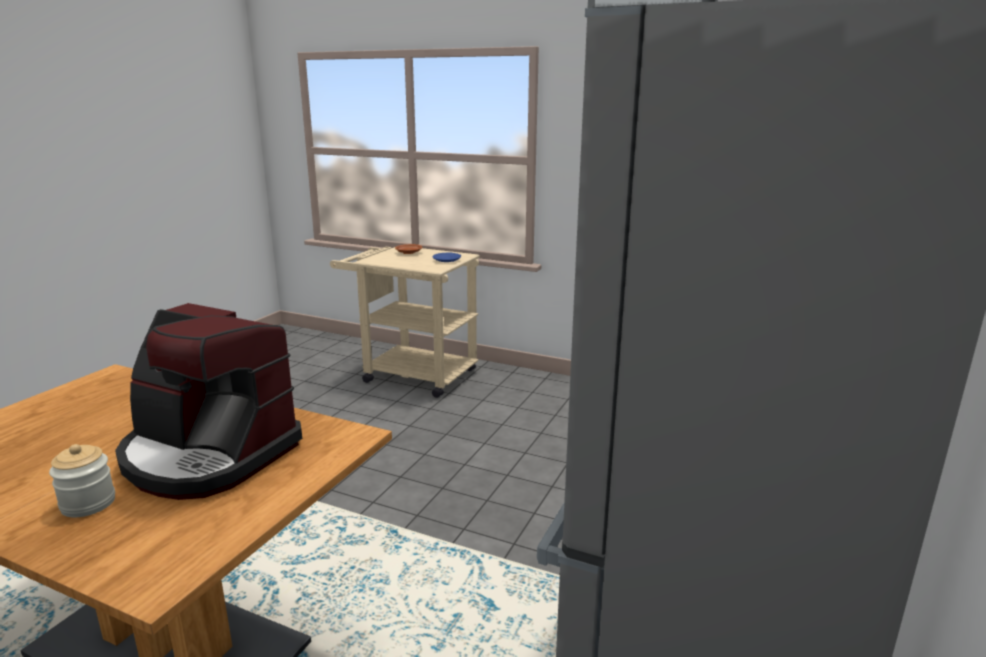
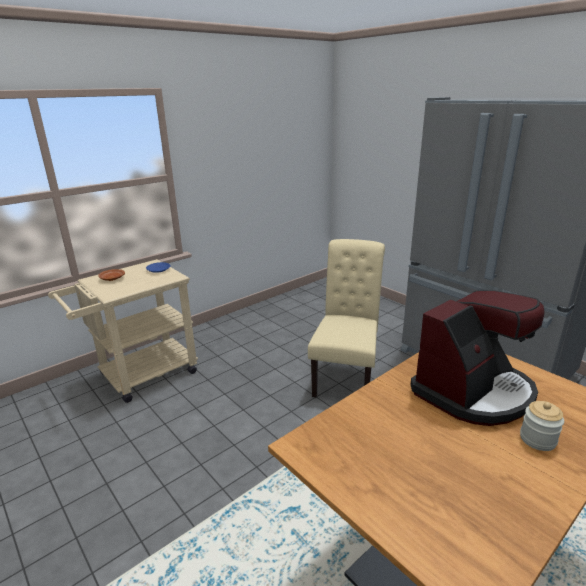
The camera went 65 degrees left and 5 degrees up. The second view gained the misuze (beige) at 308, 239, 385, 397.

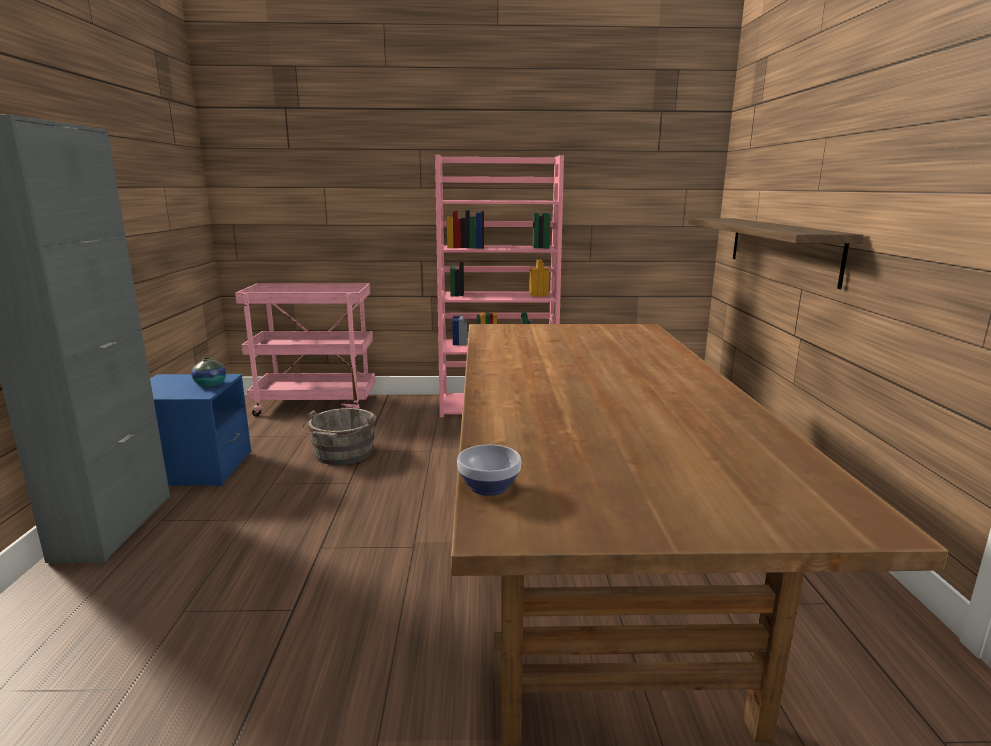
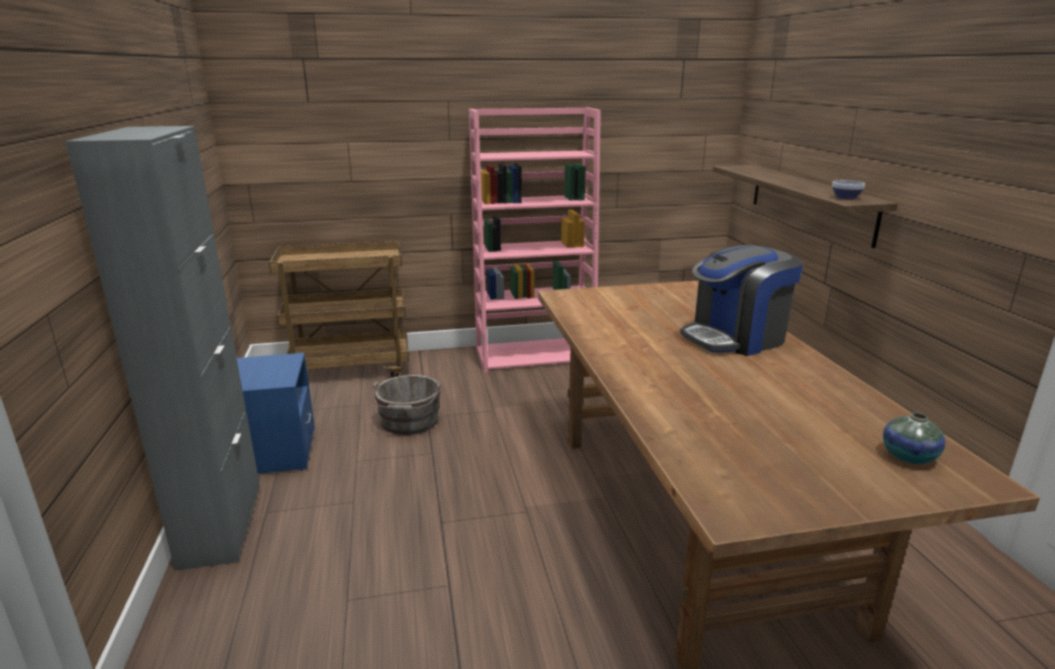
The camera went 10 degrees left and 5 degrees up. The second view gained the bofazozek at 680, 245, 803, 356. The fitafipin ended up elsewhere, having gone from 191, 357, 226, 387 to 883, 413, 946, 464. The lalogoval ended up elsewhere, having gone from 457, 445, 521, 496 to 832, 180, 865, 200. What was the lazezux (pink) at 235, 283, 375, 416 turned into the lazezux (brown) at 269, 241, 409, 377.

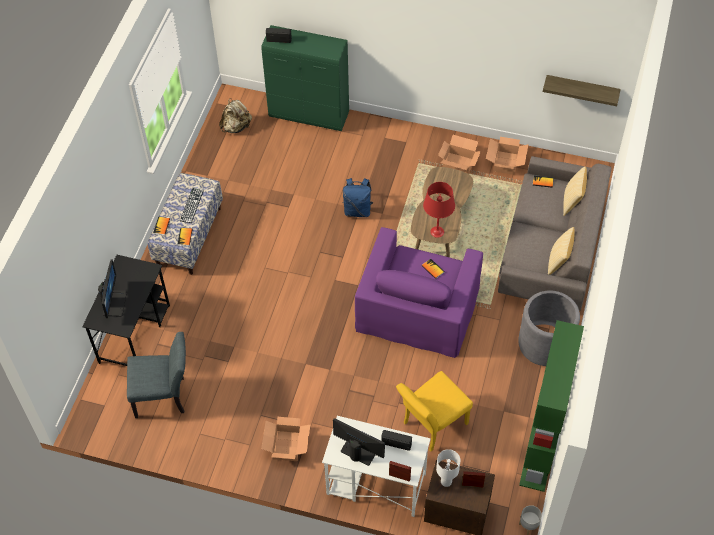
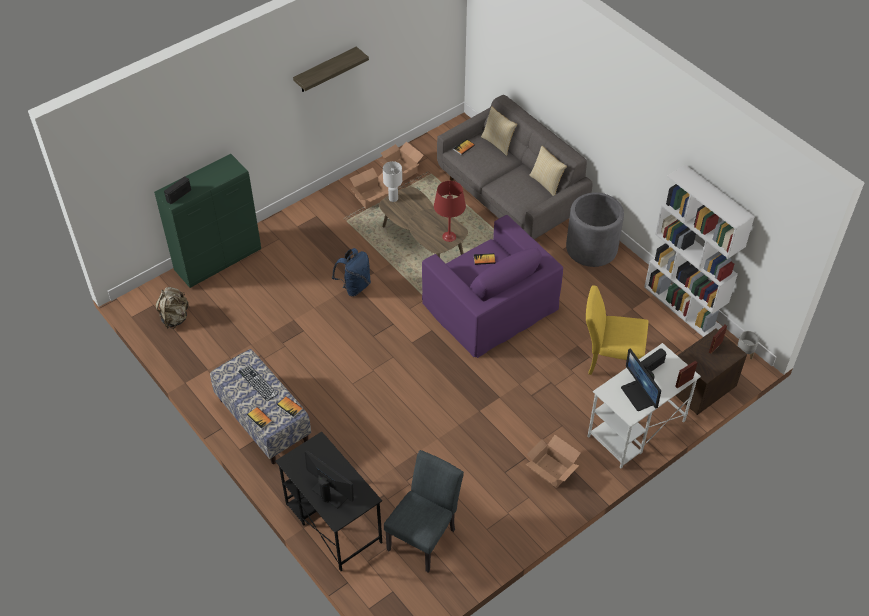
The camera went 55 degrees left and 5 degrees down. The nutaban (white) ended up elsewhere, having gone from 436, 449, 460, 487 to 383, 161, 402, 202. The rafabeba ended up elsewhere, having gone from 543, 75, 621, 106 to 293, 47, 369, 92. What was the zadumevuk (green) at 519, 320, 584, 492 turned into the zadumevuk (white) at 644, 165, 755, 337. The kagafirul at 333, 418, 385, 466 ended up facing another way, 90 degrees counterclockwise from before. The misuze (yellow) at 396, 371, 473, 451 ended up facing another way, 105 degrees clockwise from before.

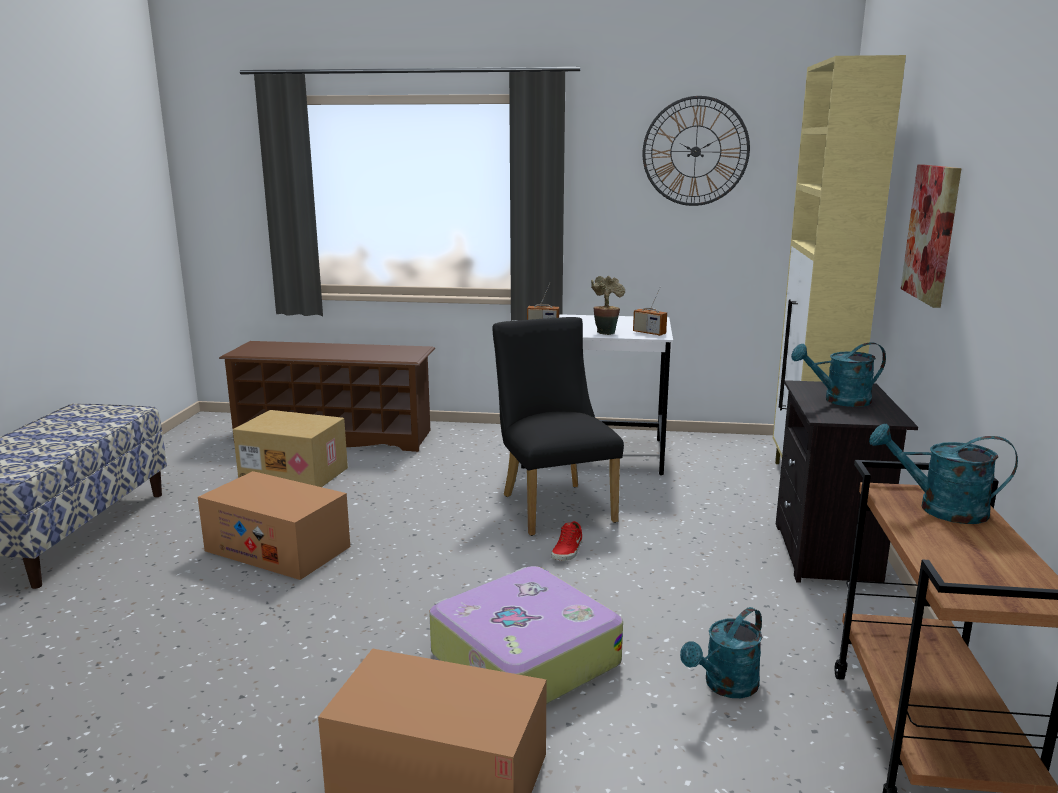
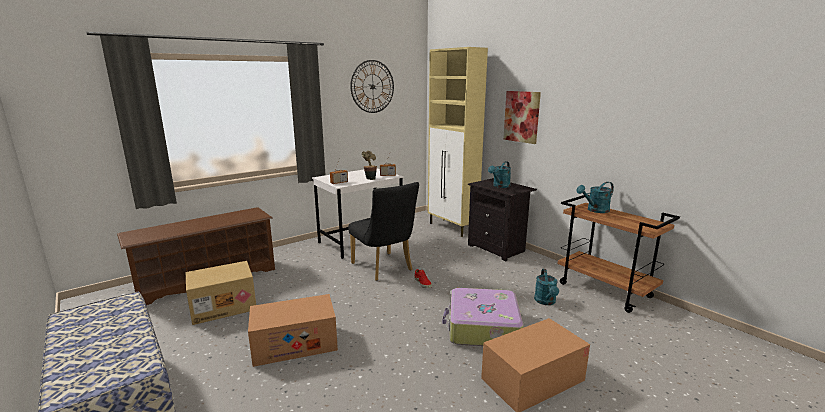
The camera went 45 degrees left and 0 degrees up. The misuze (black) at 492, 317, 624, 536 ended up facing another way, 150 degrees counterclockwise from before.

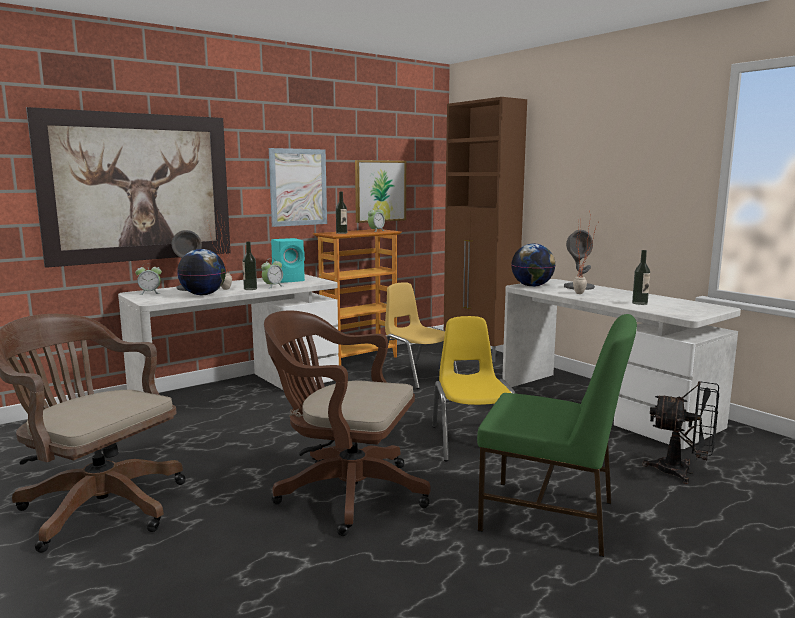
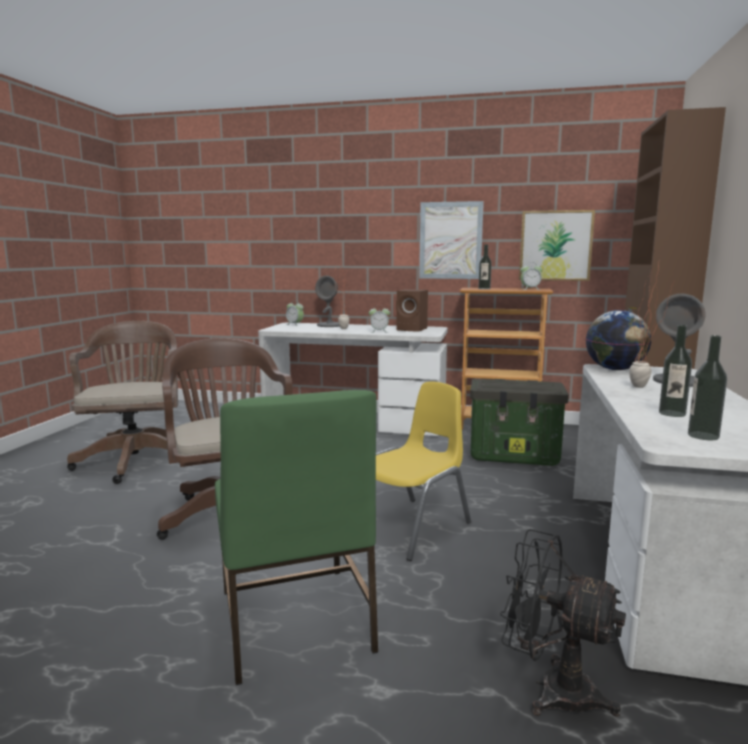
The camera went 50 degrees right and 0 degrees up. The second view lost the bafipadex at 26, 107, 231, 268. The second view lost the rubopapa at 177, 249, 226, 295. The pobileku ended up elsewhere, having gone from 242, 241, 257, 290 to 688, 335, 727, 440. Where the misuze (yellow) stood at 382, 282, 459, 389, the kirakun came to stand at 470, 379, 569, 466. What was the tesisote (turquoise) at 271, 238, 305, 283 turned into the tesisote (brown) at 396, 289, 428, 332. The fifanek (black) at 643, 381, 719, 484 ended up facing another way, 135 degrees clockwise from before.

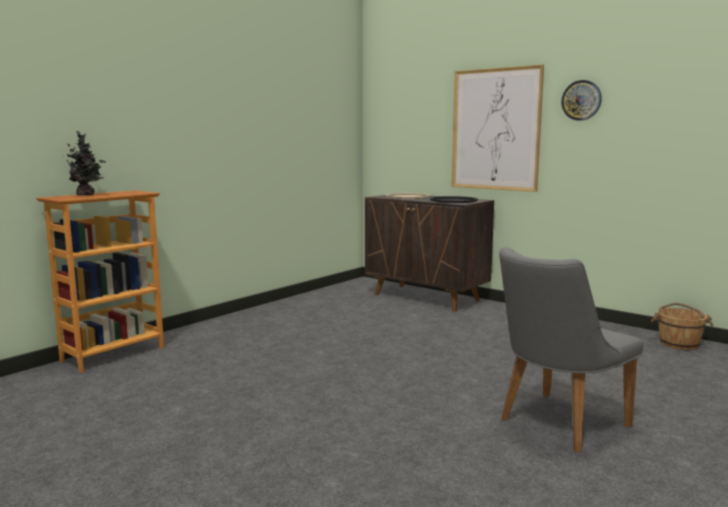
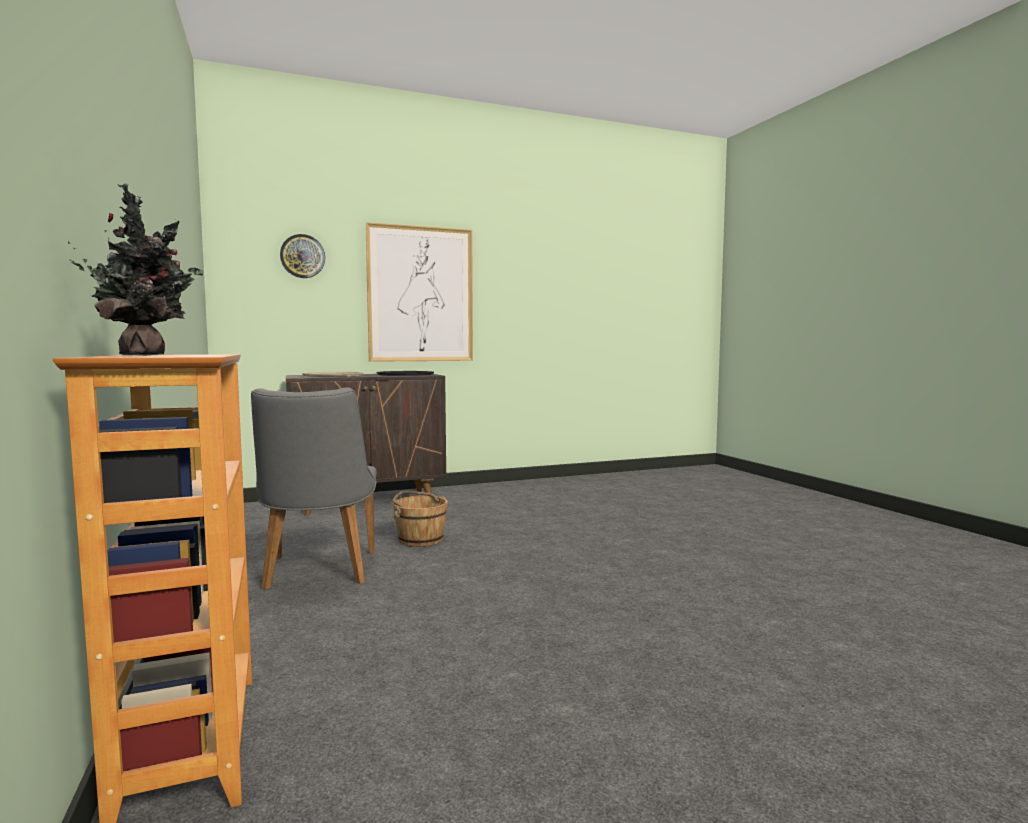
The camera went 60 degrees left and 5 degrees down. The misuze (grey) ended up elsewhere, having gone from 499, 247, 644, 453 to 251, 387, 377, 590. The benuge ended up elsewhere, having gone from 561, 80, 602, 121 to 280, 234, 325, 278. The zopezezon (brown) ended up elsewhere, having gone from 651, 303, 713, 350 to 391, 491, 449, 547.

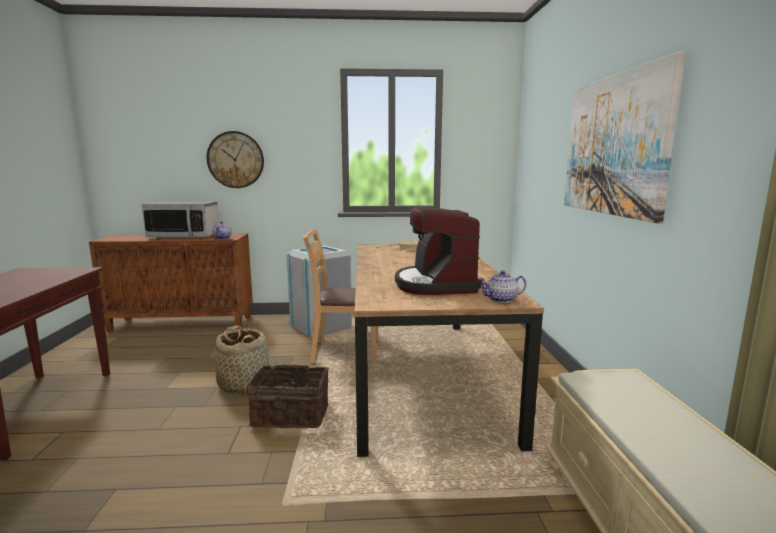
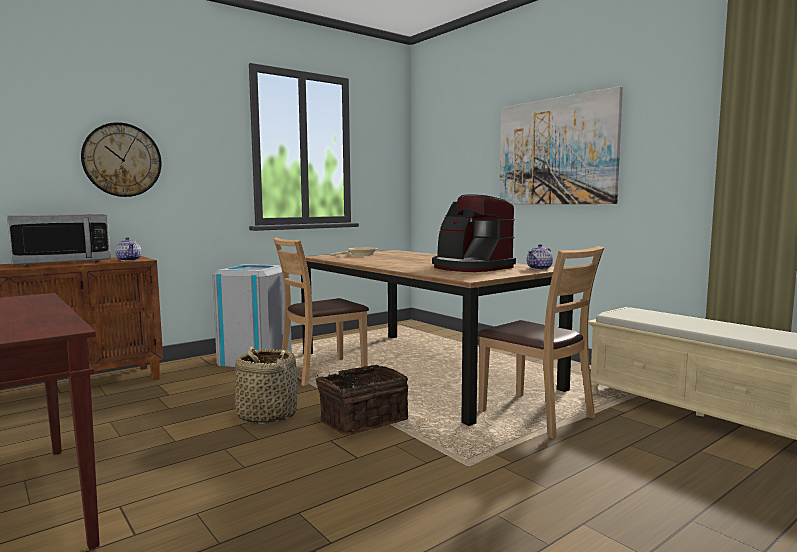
The camera went 35 degrees left and 5 degrees down. The second view gained the misuze (brown) at 478, 246, 604, 439.

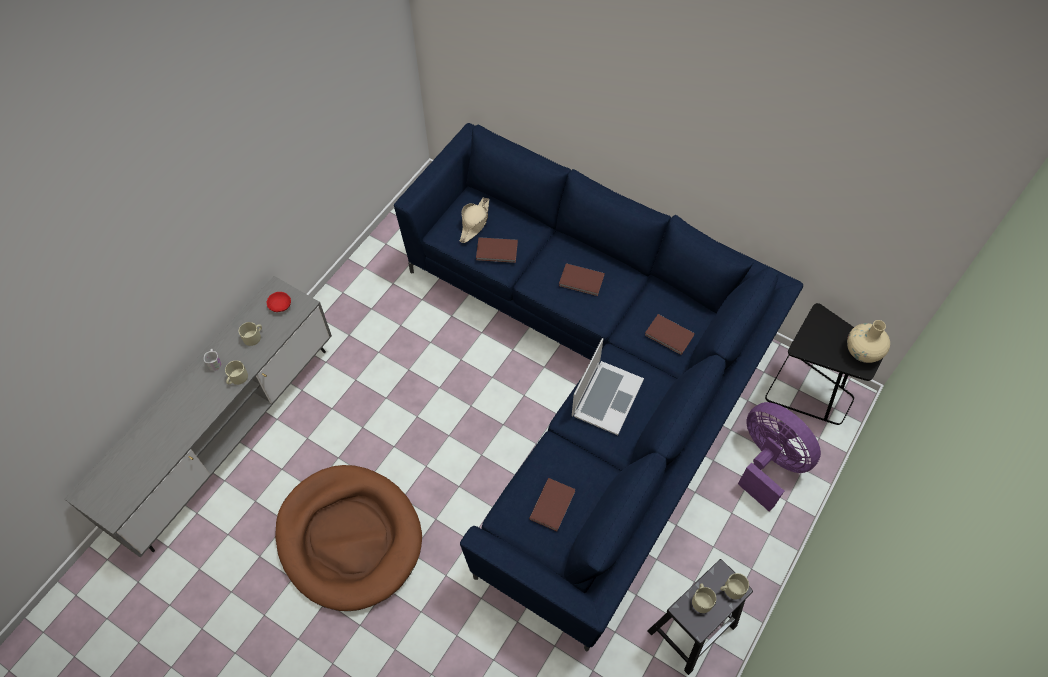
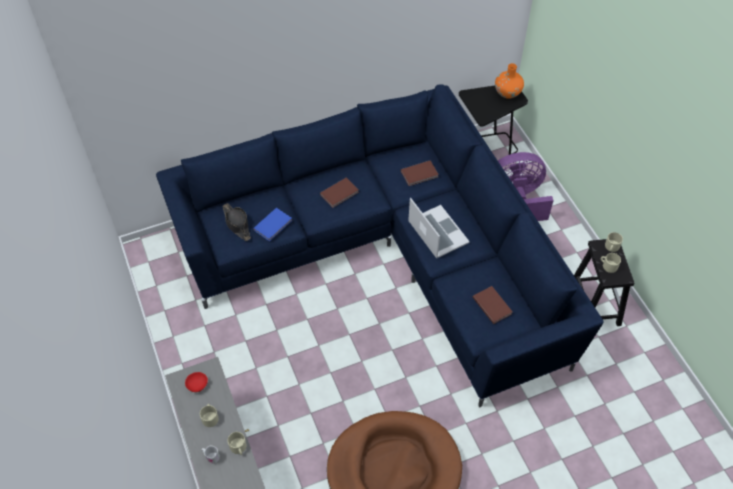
The camera went 55 degrees left and 5 degrees down. What was the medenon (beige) at 460, 198, 489, 243 turned into the medenon (black) at 222, 203, 251, 241. What was the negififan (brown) at 476, 237, 518, 263 turned into the negififan (blue) at 253, 208, 292, 241. What was the fitafipin (beige) at 847, 320, 890, 363 turned into the fitafipin (orange) at 495, 63, 524, 99.

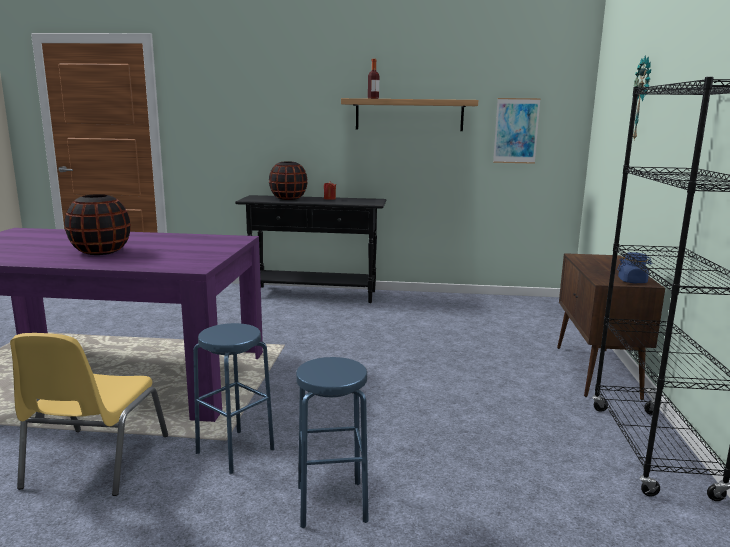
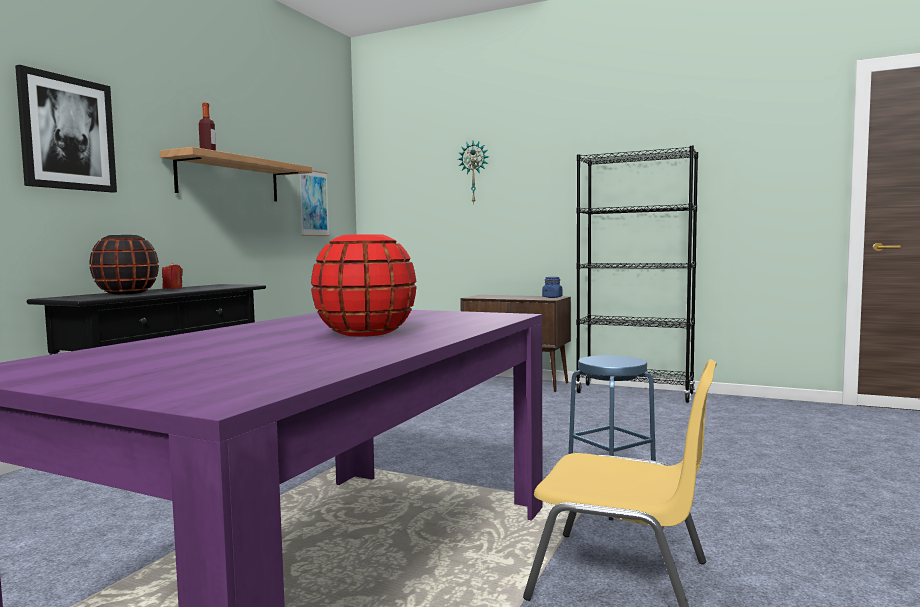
The camera went 70 degrees left and 10 degrees down. The second view lost the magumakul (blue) at 296, 357, 369, 528. The second view gained the bafipadex at 15, 65, 117, 193. What was the fitafipin (black) at 65, 194, 131, 255 turned into the fitafipin (red) at 311, 234, 417, 337.

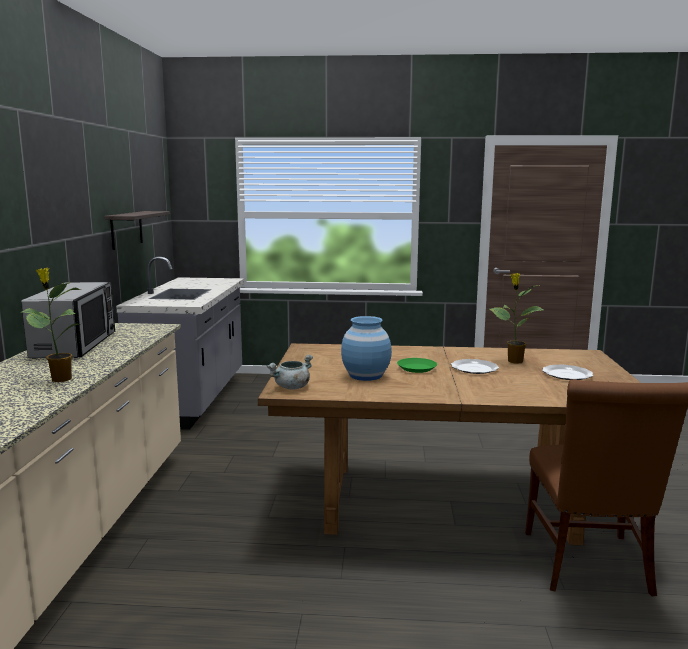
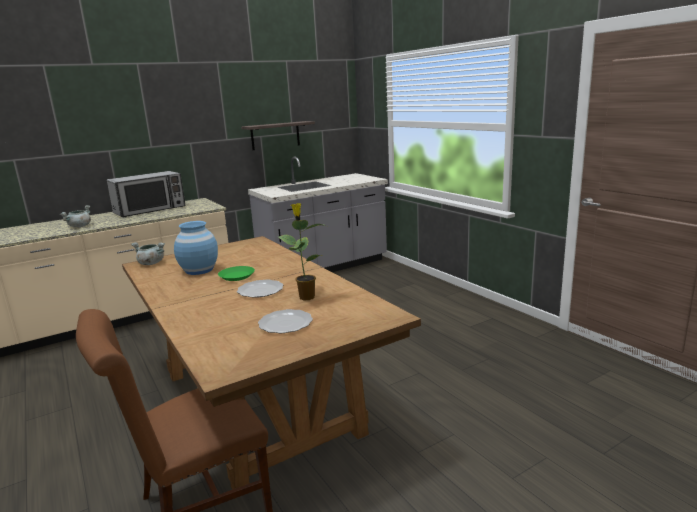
The camera went 55 degrees right and 5 degrees up. Where the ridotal stood at 22, 268, 80, 382, the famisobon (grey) came to stand at 60, 205, 91, 227.

